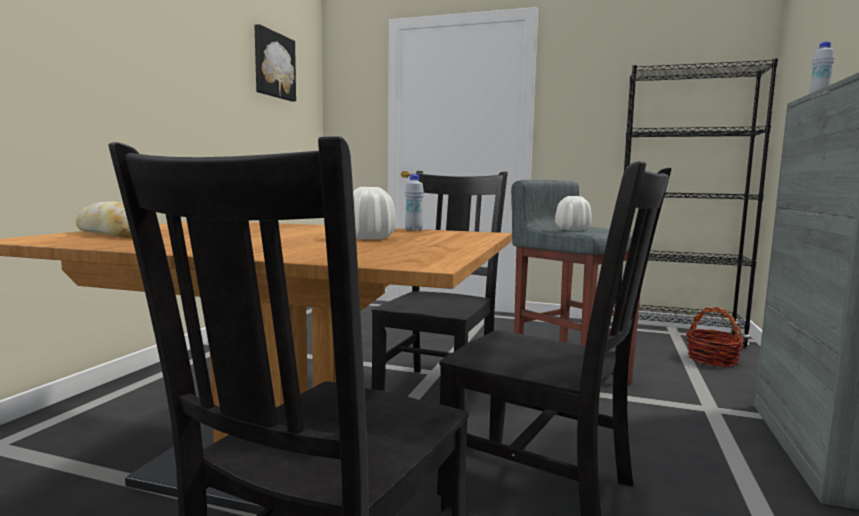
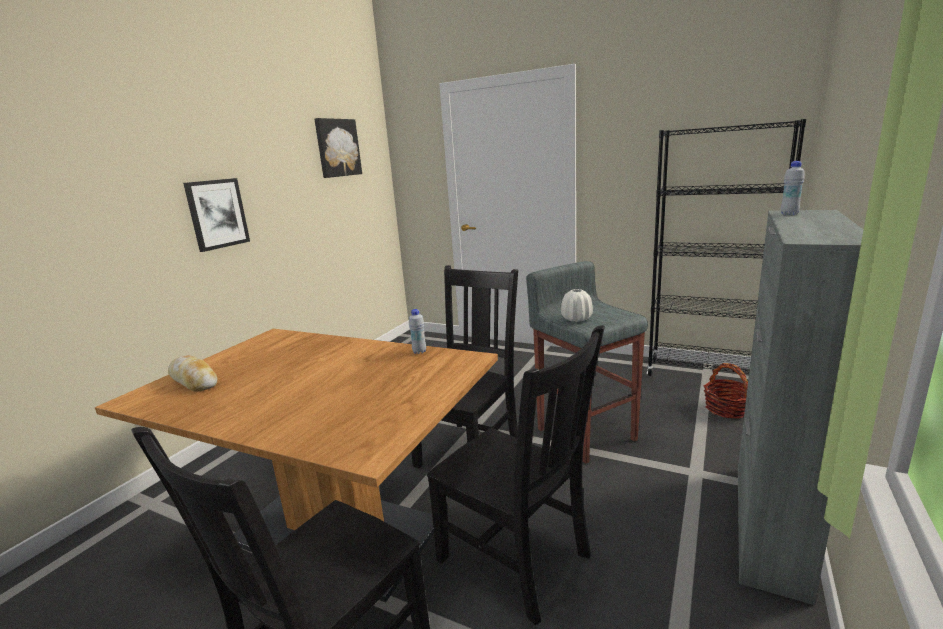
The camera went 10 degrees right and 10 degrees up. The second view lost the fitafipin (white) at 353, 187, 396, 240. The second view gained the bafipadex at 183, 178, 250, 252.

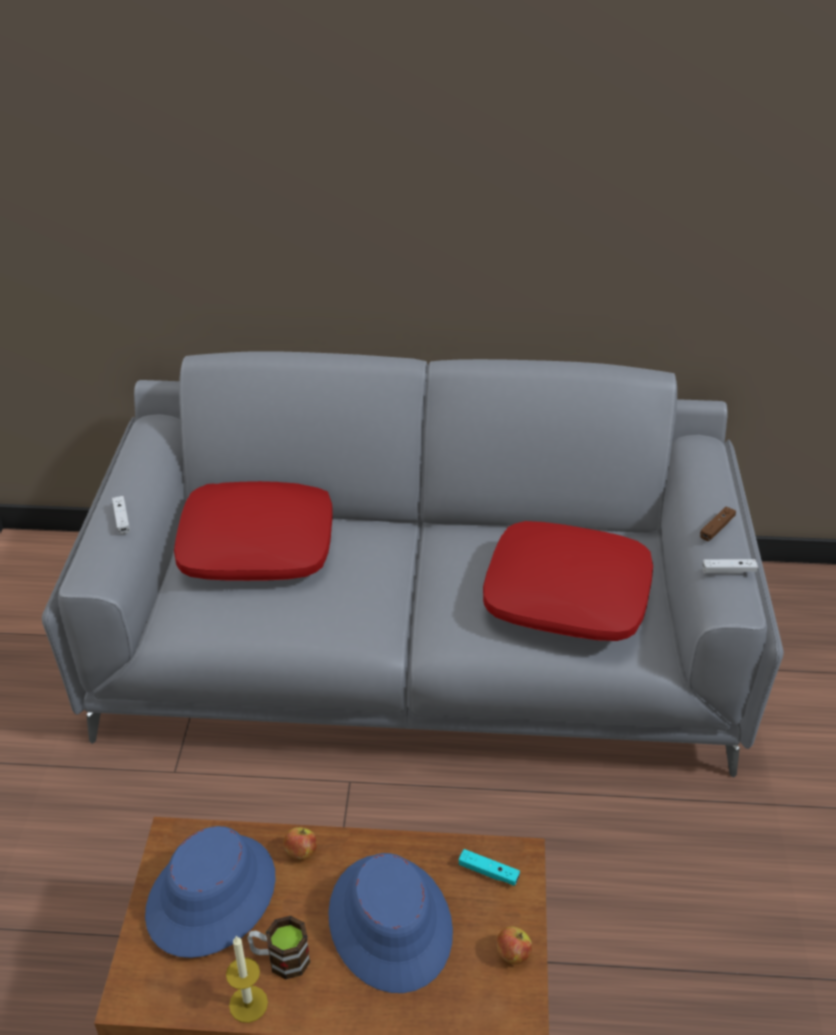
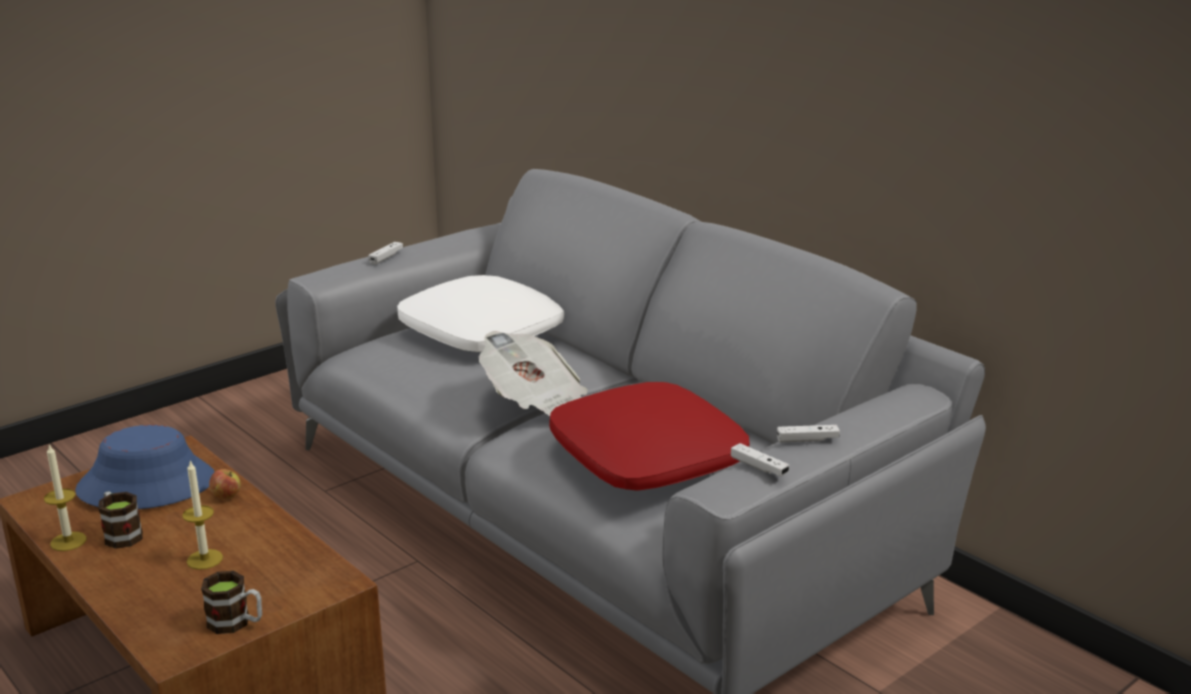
The camera went 45 degrees right and 15 degrees down. The second view lost the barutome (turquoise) at 459, 849, 520, 886. The second view gained the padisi at 478, 331, 588, 416. Where the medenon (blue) stood at 328, 853, 453, 993, the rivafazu came to stand at 182, 461, 223, 570. Where the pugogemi stood at 496, 926, 532, 964, the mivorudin came to stand at 201, 571, 262, 634. What was the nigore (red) at 174, 481, 332, 581 turned into the nigore (white) at 397, 275, 564, 352. What was the barutome (brown) at 700, 506, 736, 541 turned into the barutome (white) at 777, 425, 840, 442.

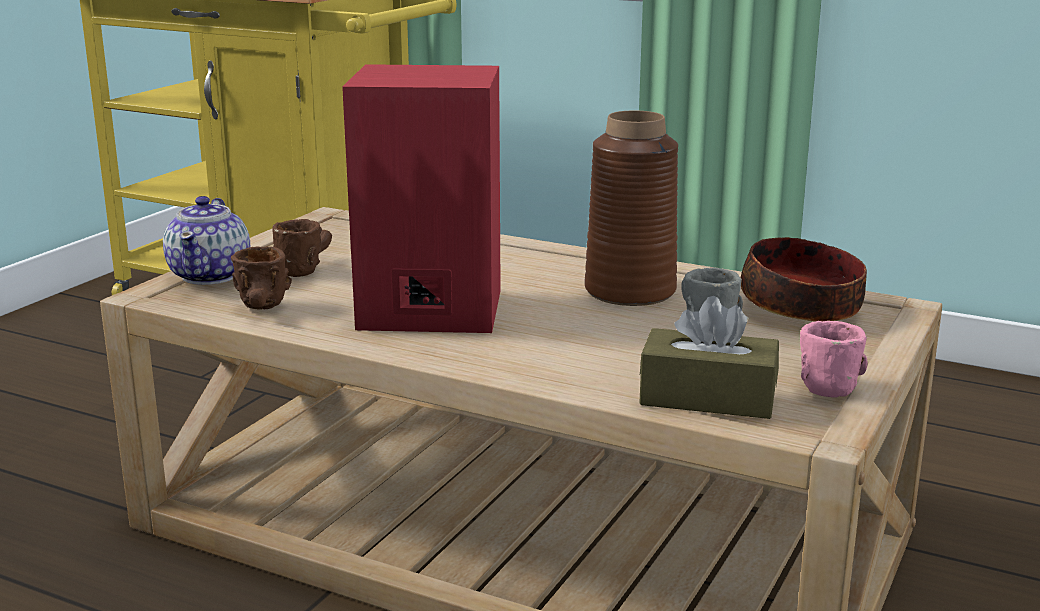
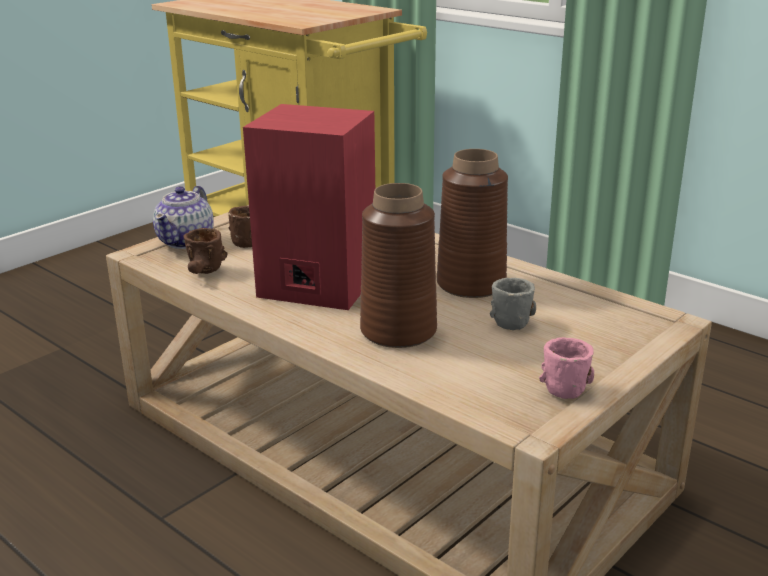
The camera went 15 degrees right and 5 degrees up. The second view lost the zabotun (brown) at 639, 296, 779, 419. The second view lost the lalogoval at 741, 237, 867, 321. The second view gained the fitafipin (brown) at 360, 183, 437, 348.

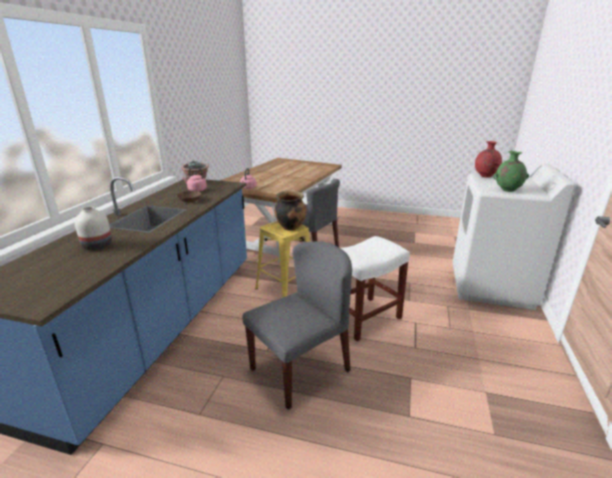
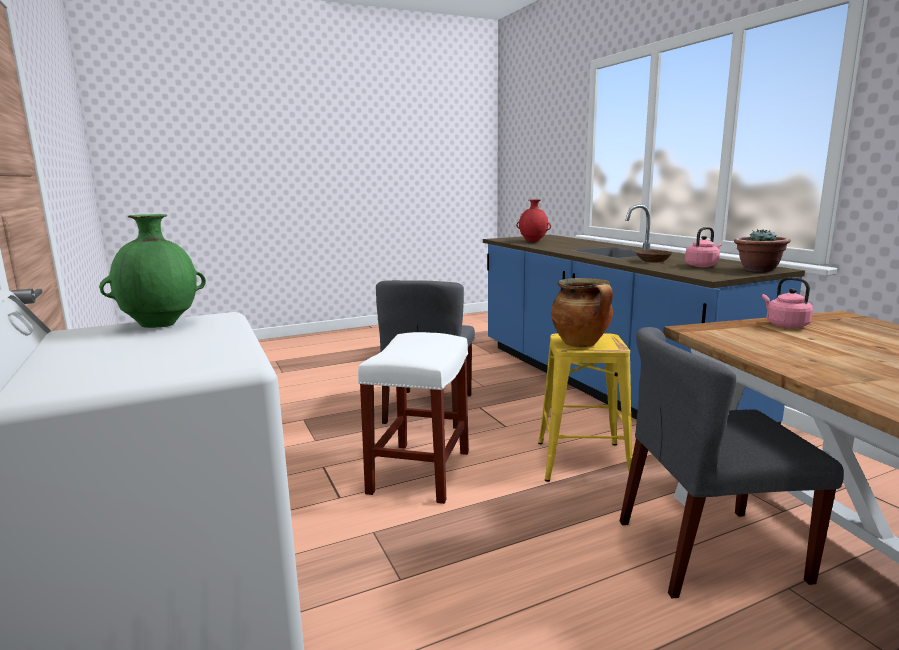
The camera went 140 degrees right and 10 degrees down. The second view lost the fitafipin (white) at 75, 207, 112, 250. The fitafipin (red) ended up elsewhere, having gone from 475, 141, 502, 178 to 516, 199, 551, 242.

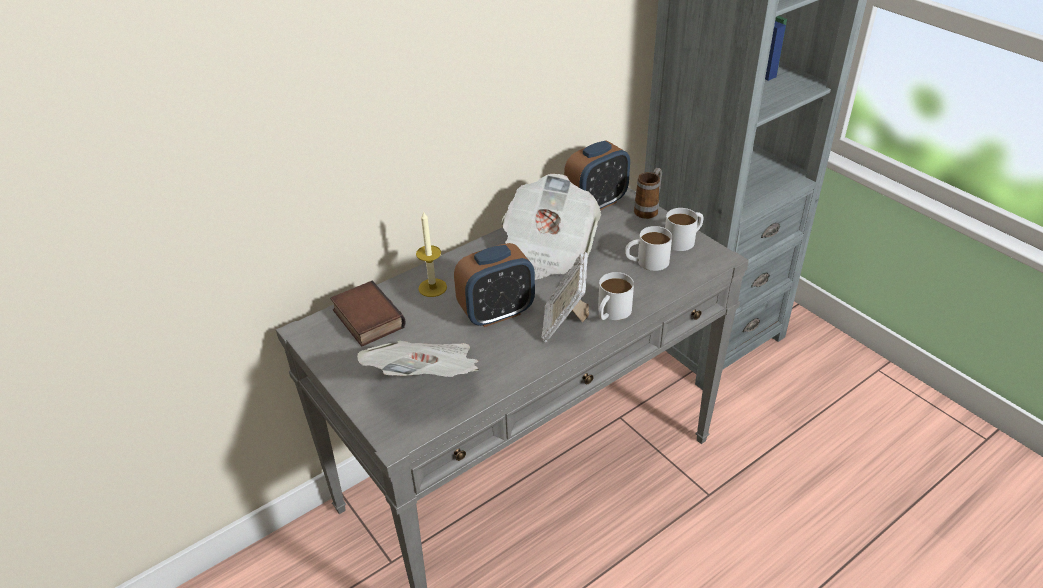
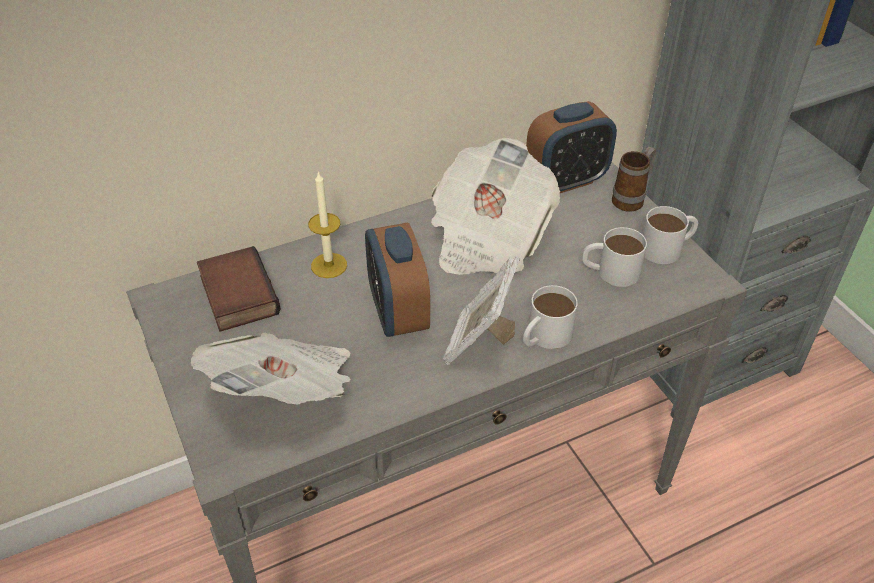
The camera went 10 degrees right and 5 degrees up. The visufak at 454, 243, 535, 327 ended up facing another way, 90 degrees clockwise from before.

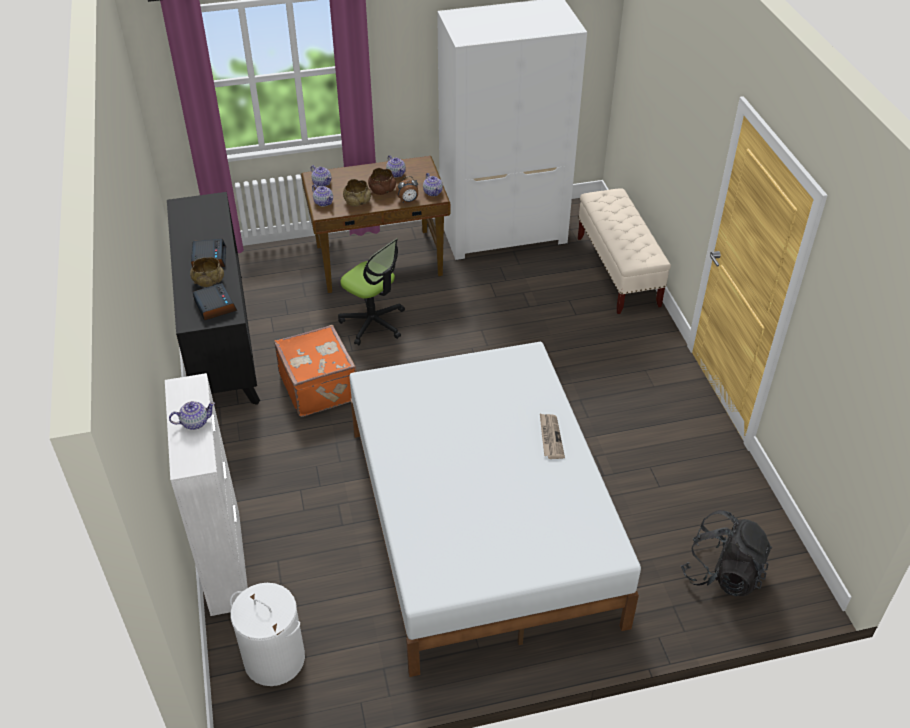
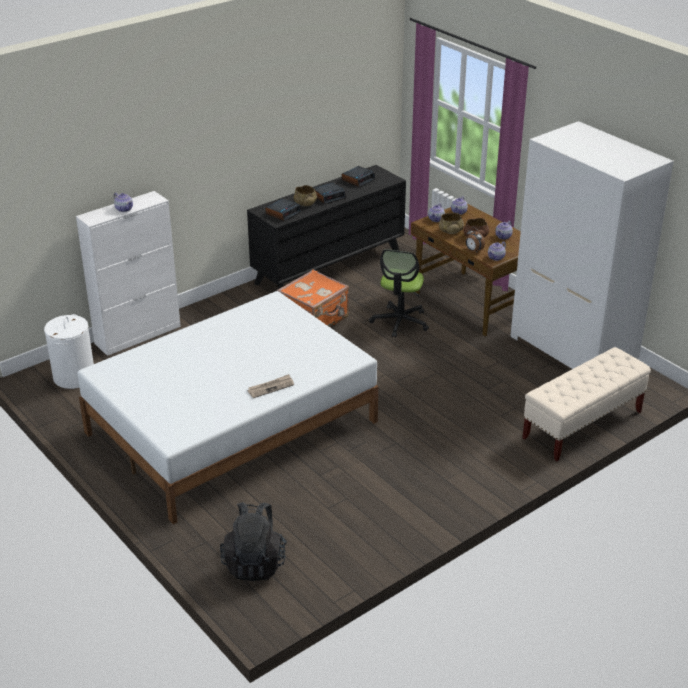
The camera went 65 degrees right and 10 degrees down. The second view gained the visufak at 342, 166, 375, 187.

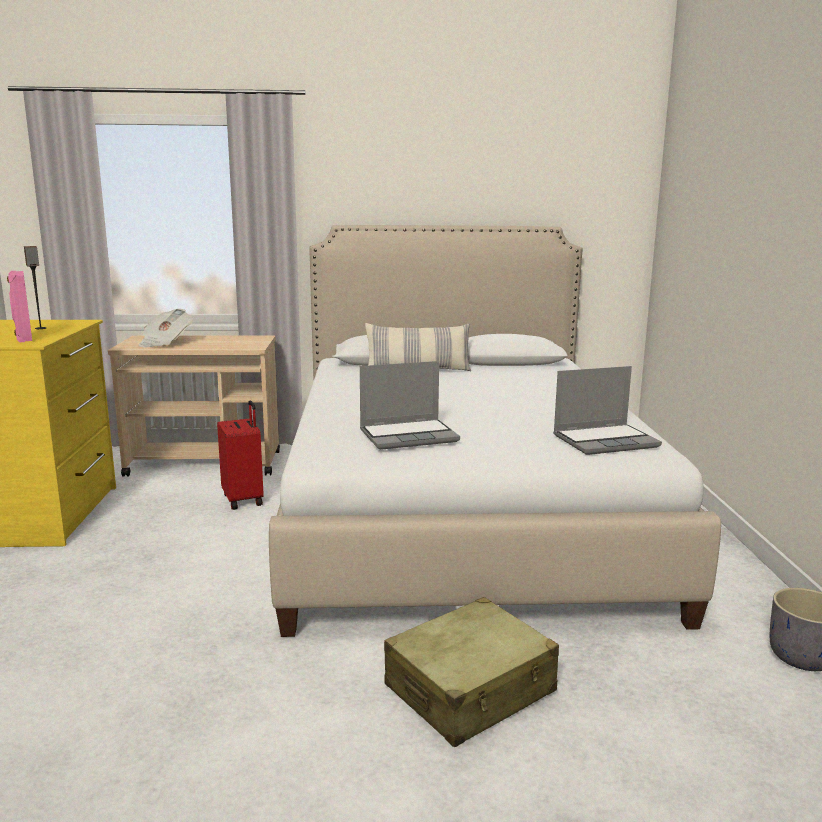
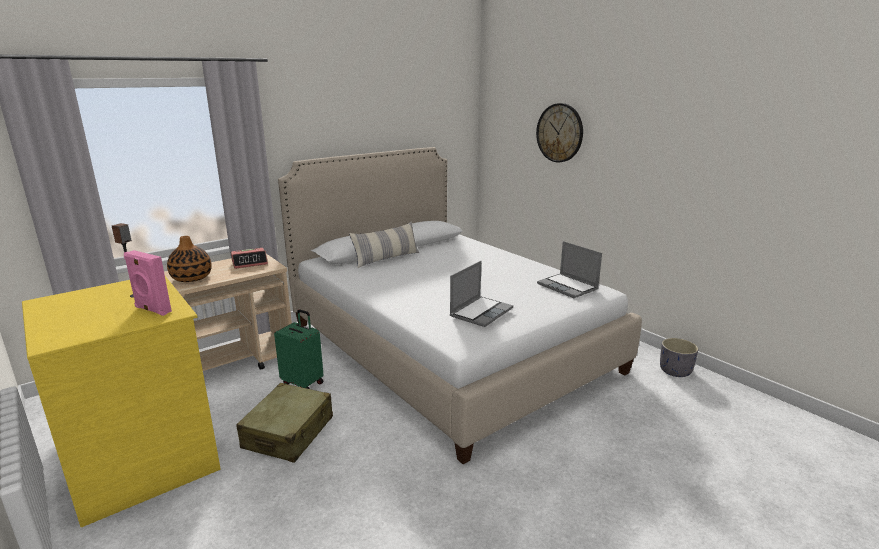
The camera went 35 degrees left and 5 degrees up. The second view gained the visufak at 231, 248, 268, 269. The second view gained the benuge at 536, 103, 583, 163. The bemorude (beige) ended up elsewhere, having gone from 384, 597, 559, 747 to 236, 383, 333, 463. Where the padisi stood at 138, 309, 193, 348, the fitafipin came to stand at 167, 236, 212, 282. What was the bemorude (red) at 217, 401, 264, 510 turned into the bemorude (green) at 274, 310, 324, 389. The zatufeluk at 553, 366, 662, 455 ended up facing another way, 105 degrees clockwise from before.

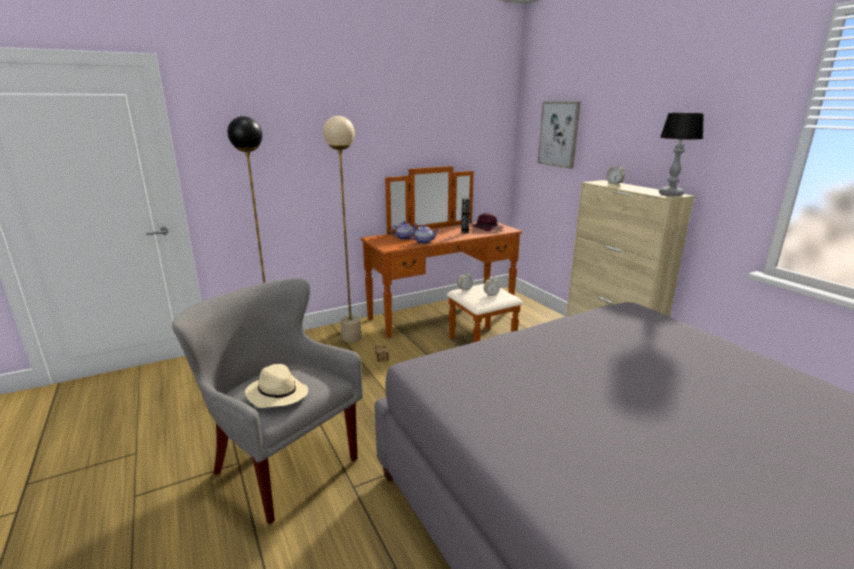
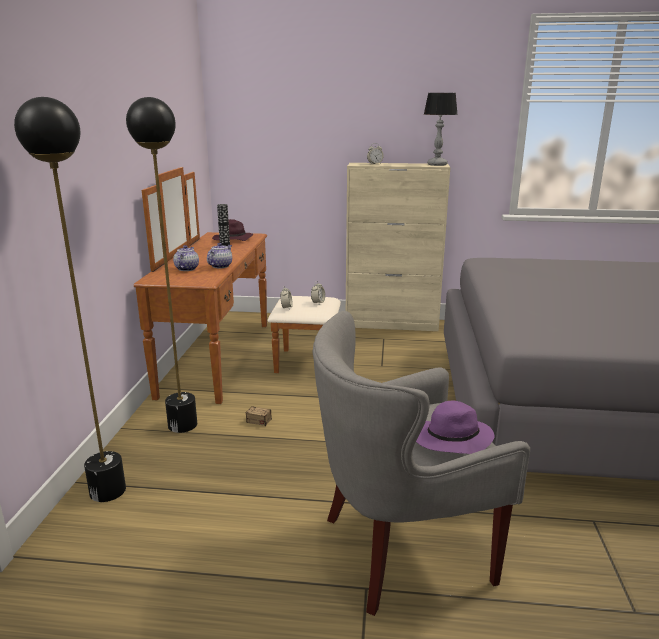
The camera went 55 degrees left and 0 degrees up. The second view lost the bafipadex at 538, 102, 581, 169. What was the medenon (beige) at 245, 364, 308, 408 turned into the medenon (purple) at 416, 400, 495, 454. What was the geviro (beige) at 323, 116, 361, 343 turned into the geviro (black) at 126, 97, 197, 433.

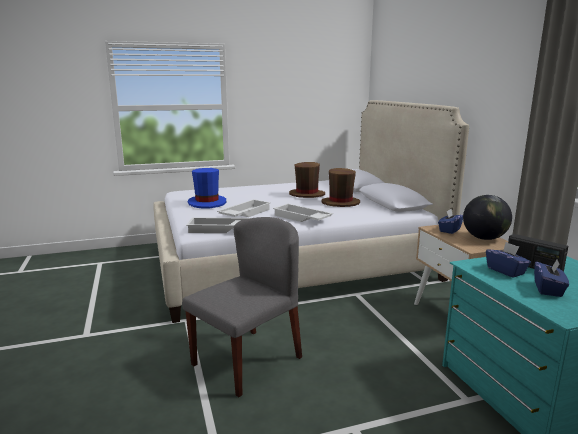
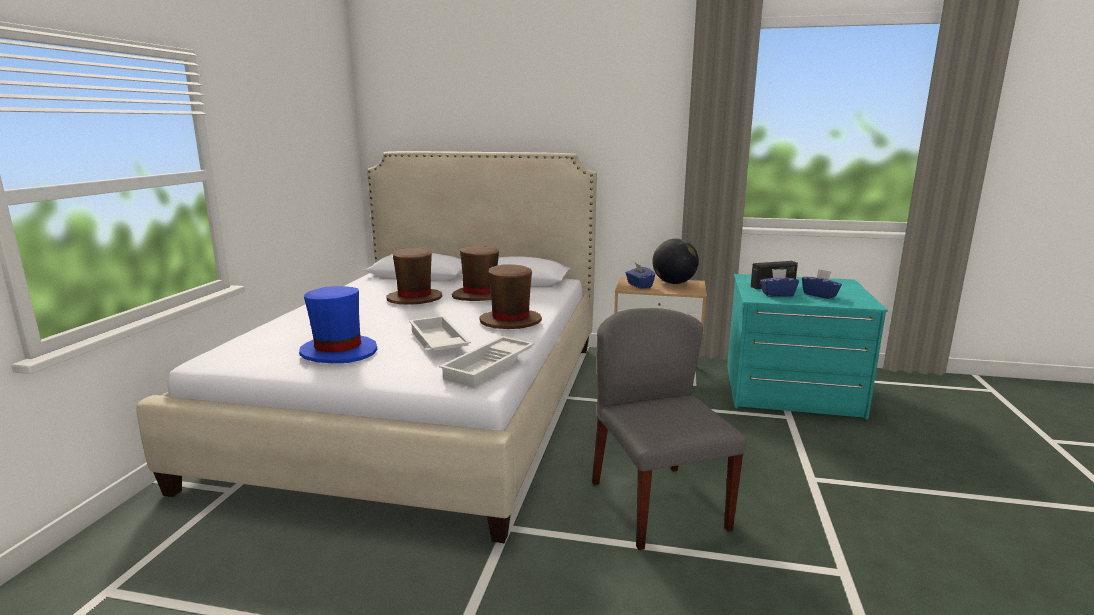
The camera went 60 degrees left and 0 degrees up. Where the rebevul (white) stood at 273, 204, 333, 222, the medenon (brown) came to stand at 480, 264, 542, 329.

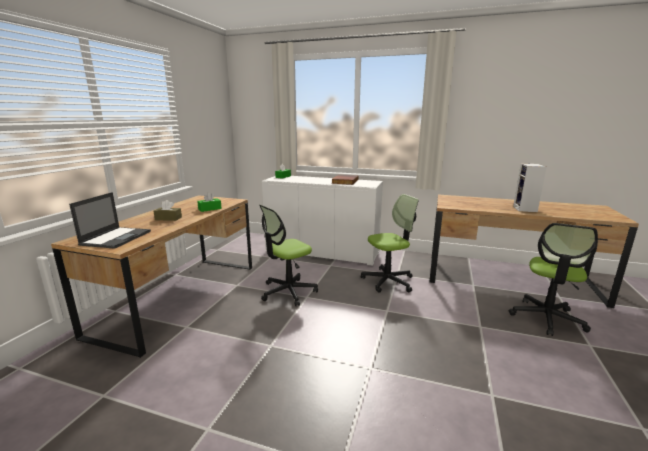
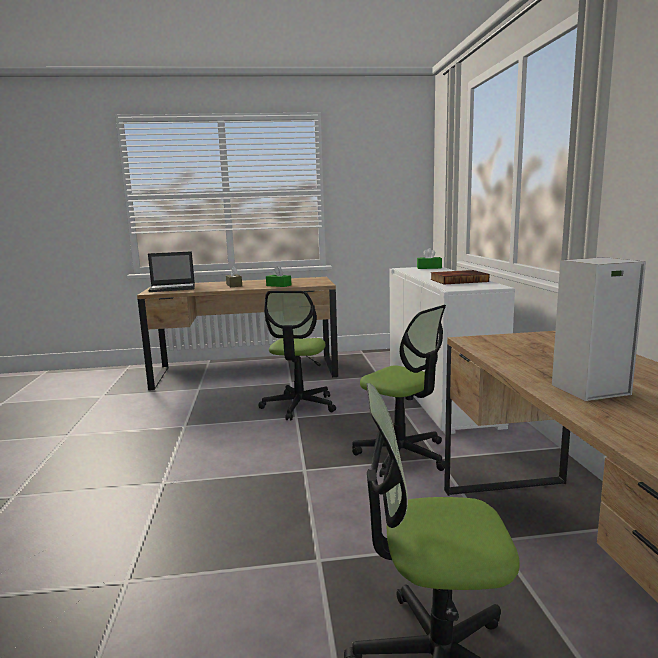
The camera went 65 degrees right and 5 degrees down. The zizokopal at 260, 205, 318, 306 ended up facing another way, 105 degrees counterclockwise from before.

